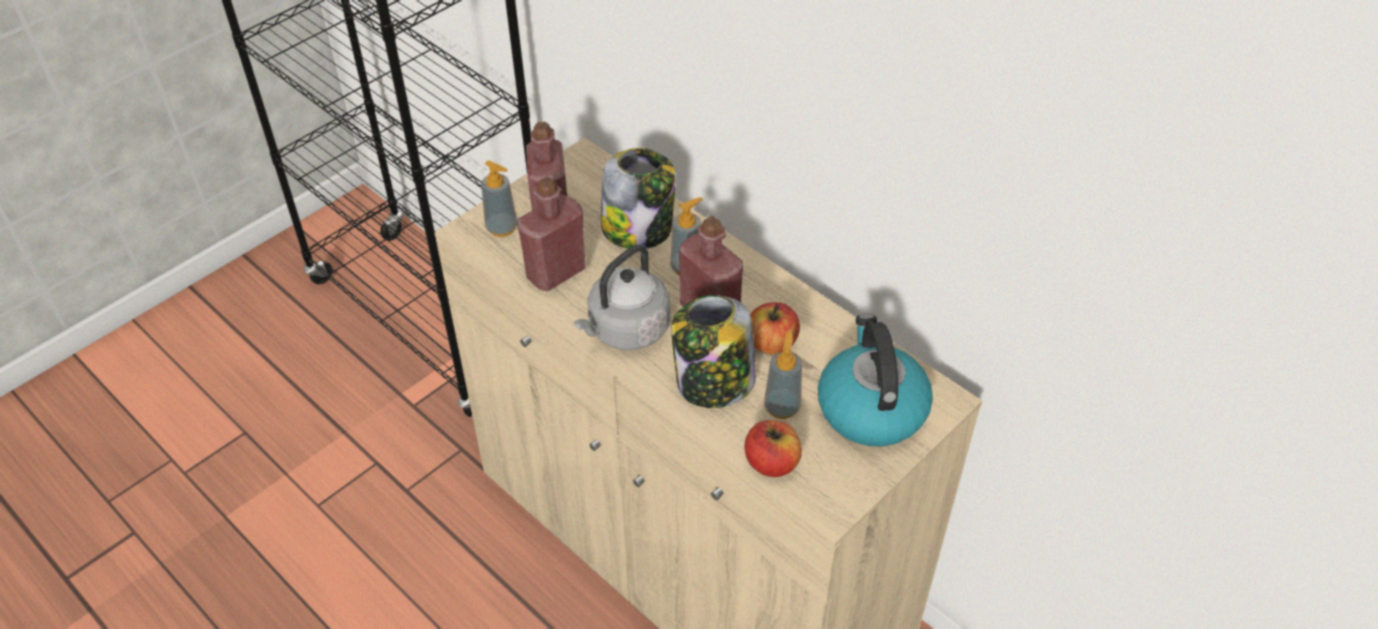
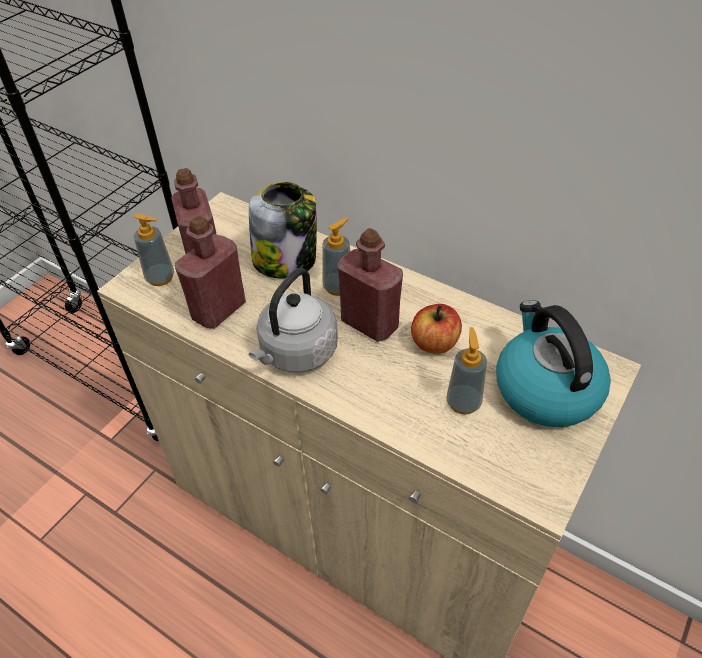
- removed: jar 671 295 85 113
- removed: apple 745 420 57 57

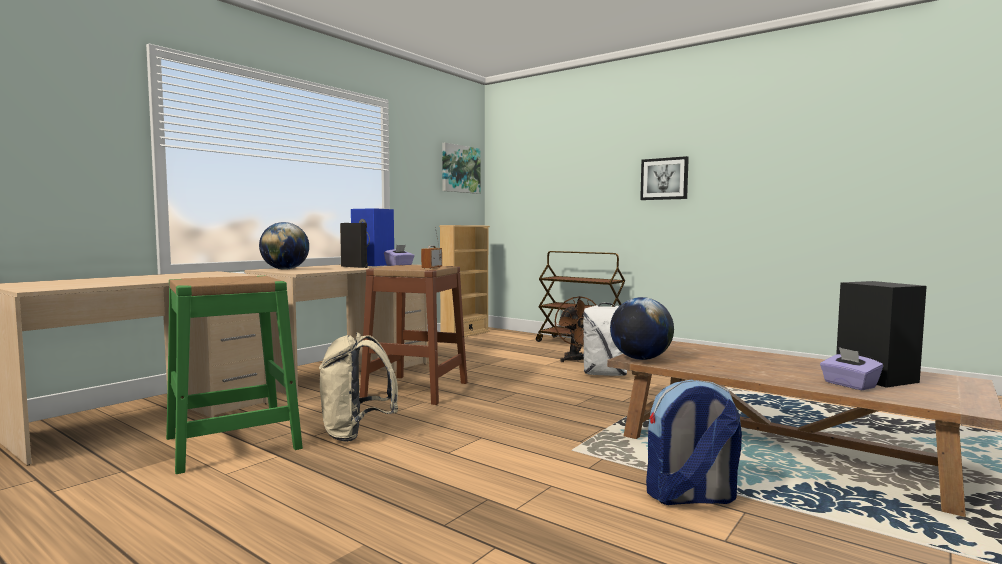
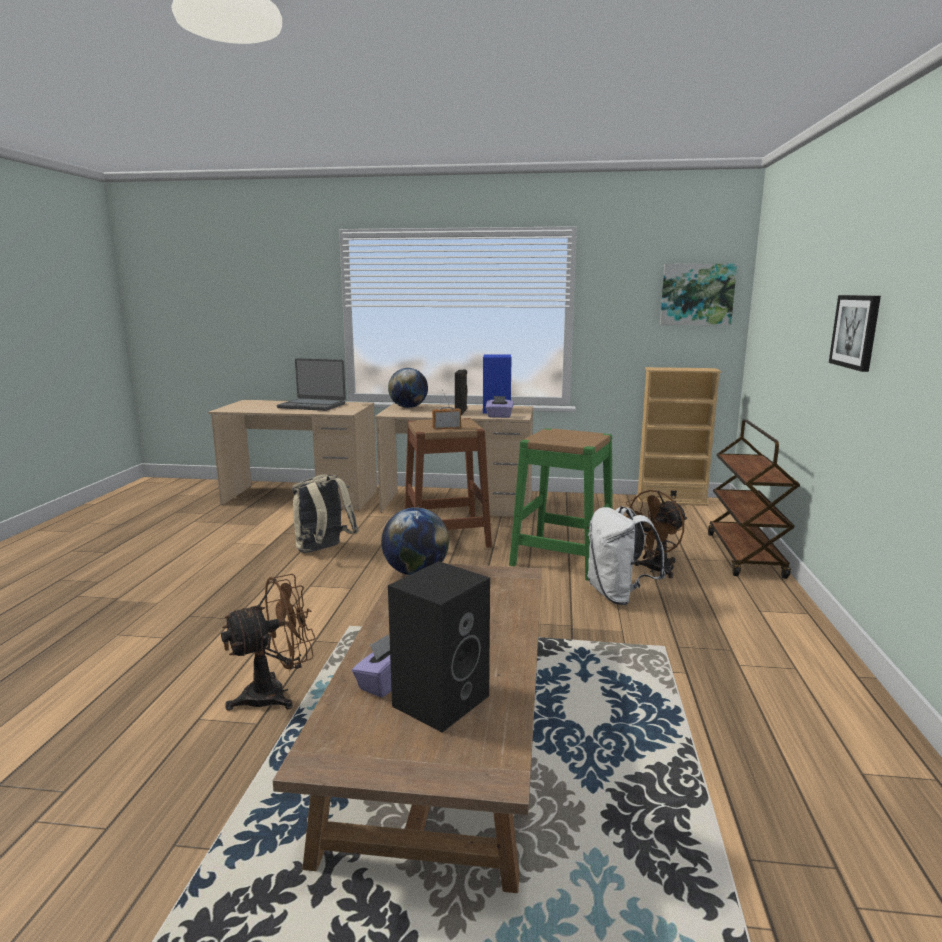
- moved: green stool 166 276 137 198 to 509 428 104 153
- replaced: backpack 646 380 96 125 to brown fan 221 574 94 137
- added: laptop 277 358 69 53

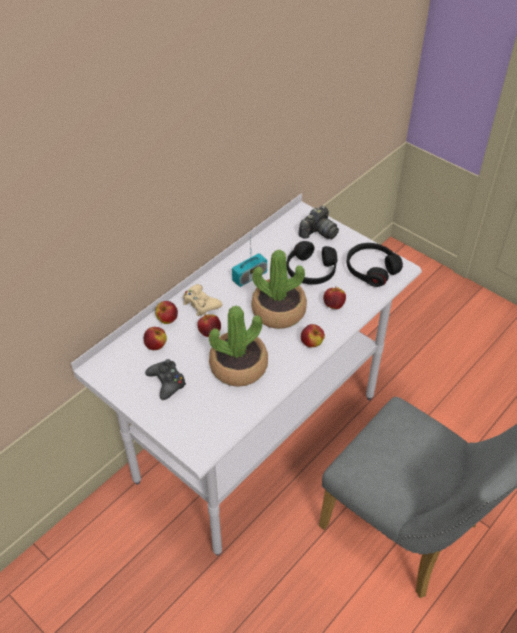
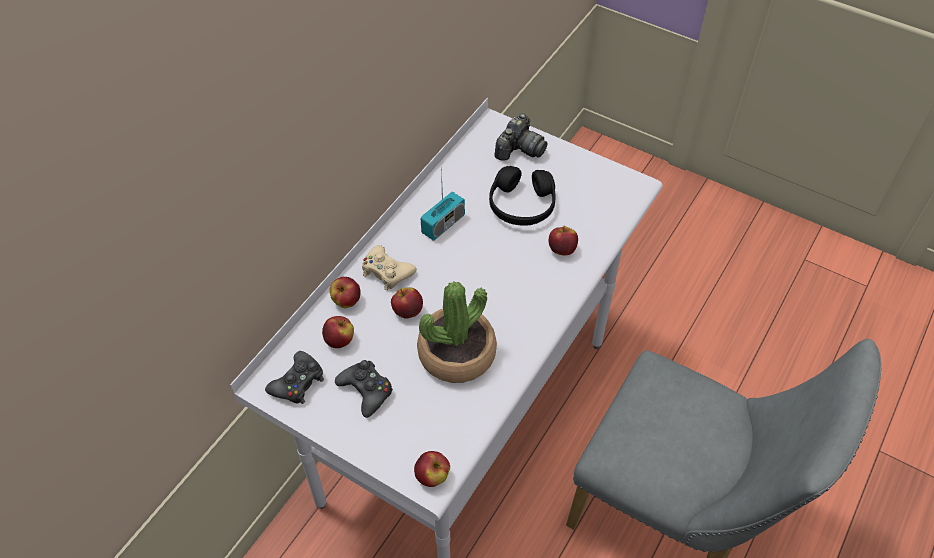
- removed: potted plant 251 250 56 79
- moved: apple 301 324 24 24 to 414 451 36 36
- removed: black headphones 347 243 56 44
- added: black game controller 265 351 59 53

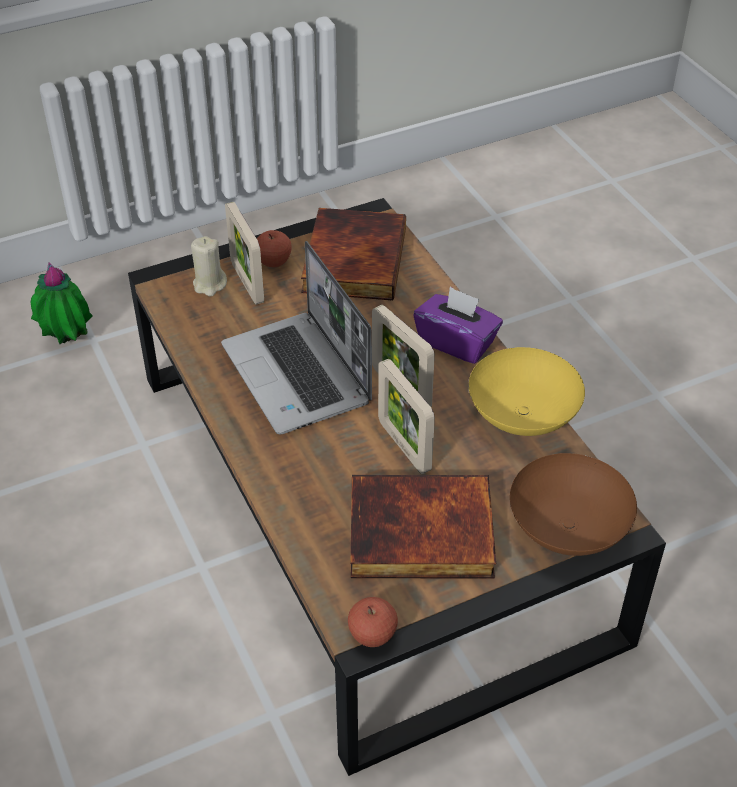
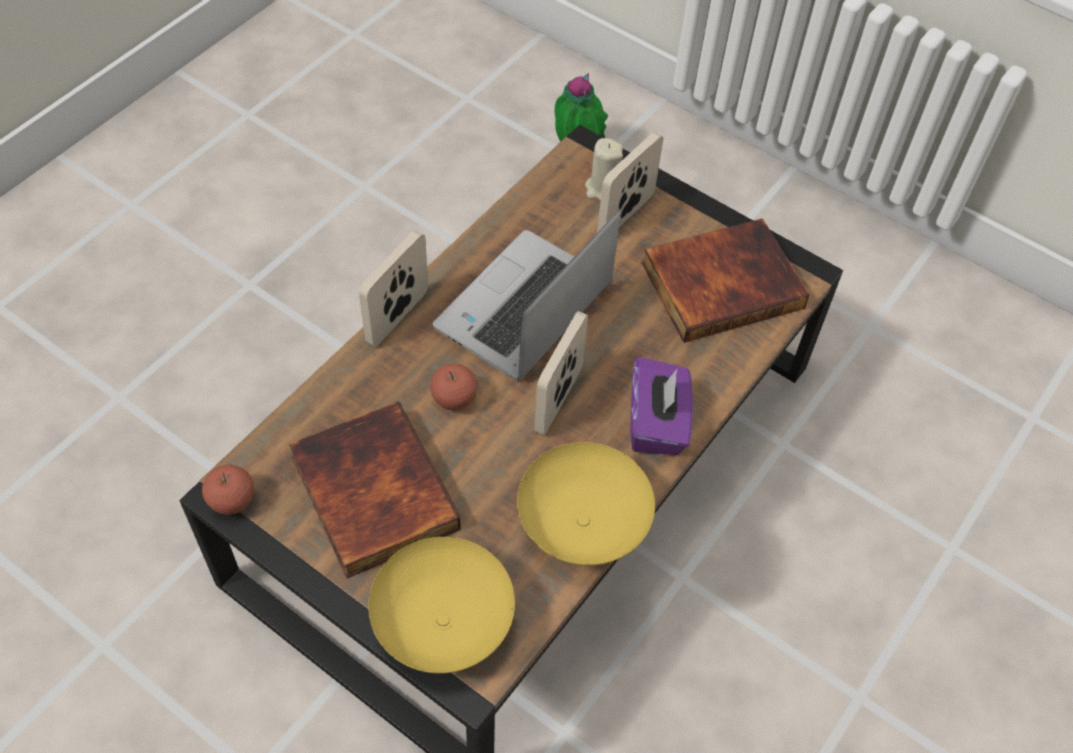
- moved: apple 257 230 35 37 to 430 364 48 47
- moved: picture frame 378 359 57 115 to 359 230 69 117
- recoloured: brown bowl 510 453 127 103 to yellow bowl 368 537 147 136

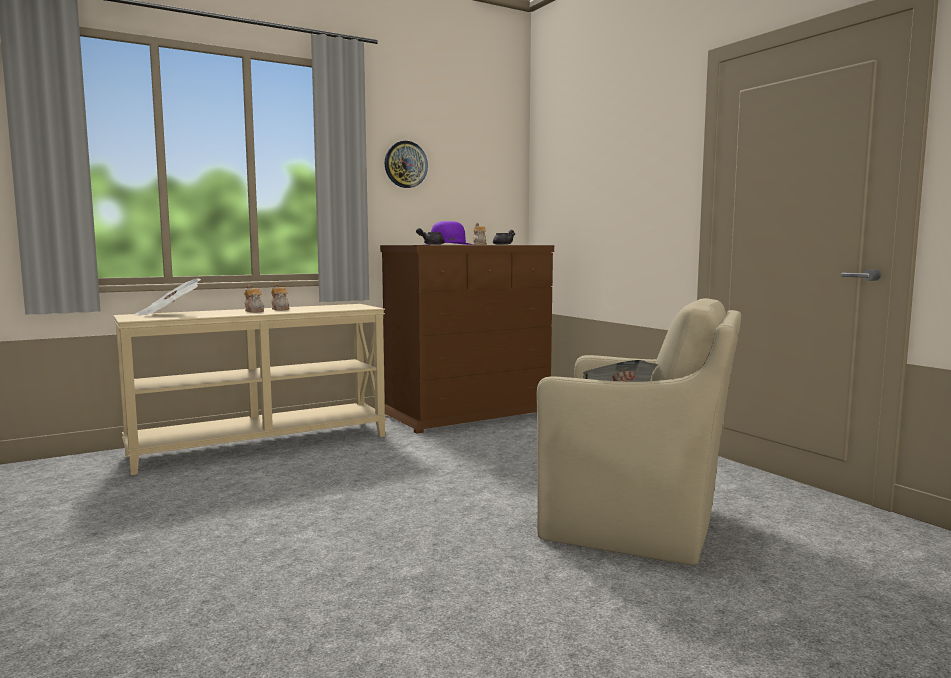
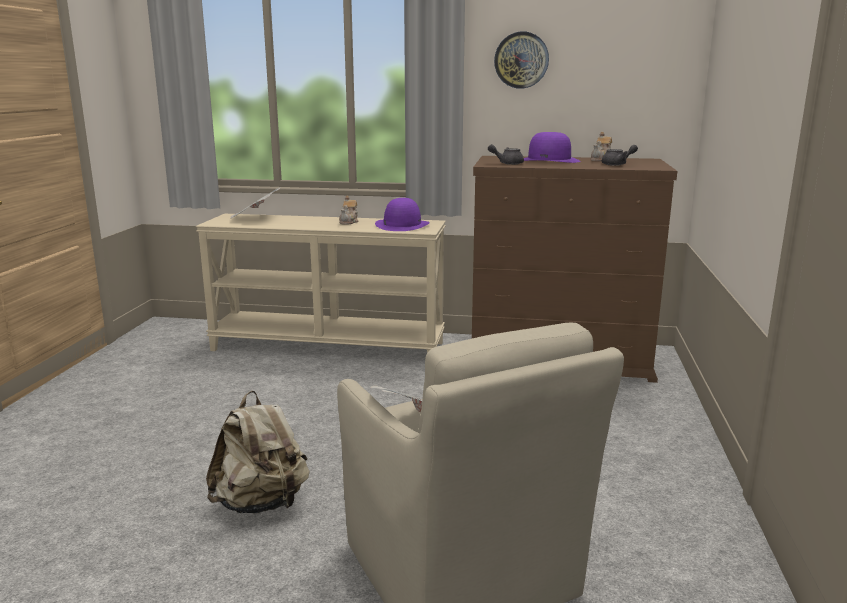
- removed: teapot 244 284 20 29
- added: beige backpack 206 391 104 122
- added: purple hat 375 198 55 33

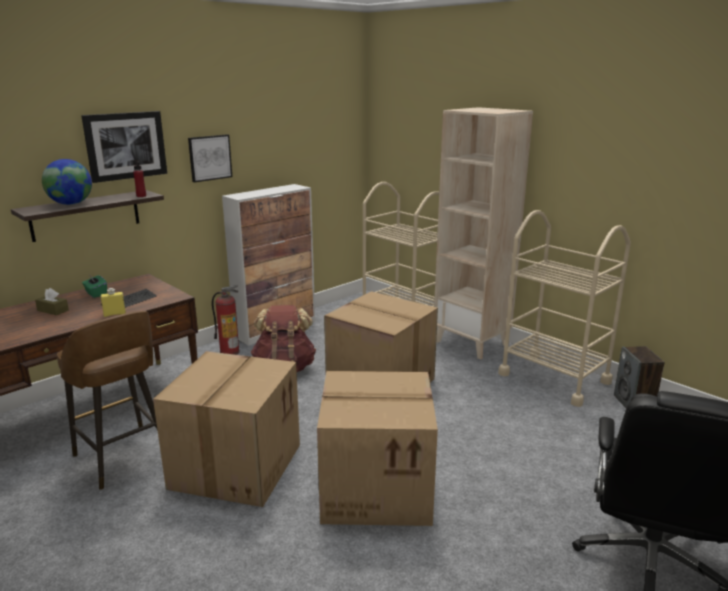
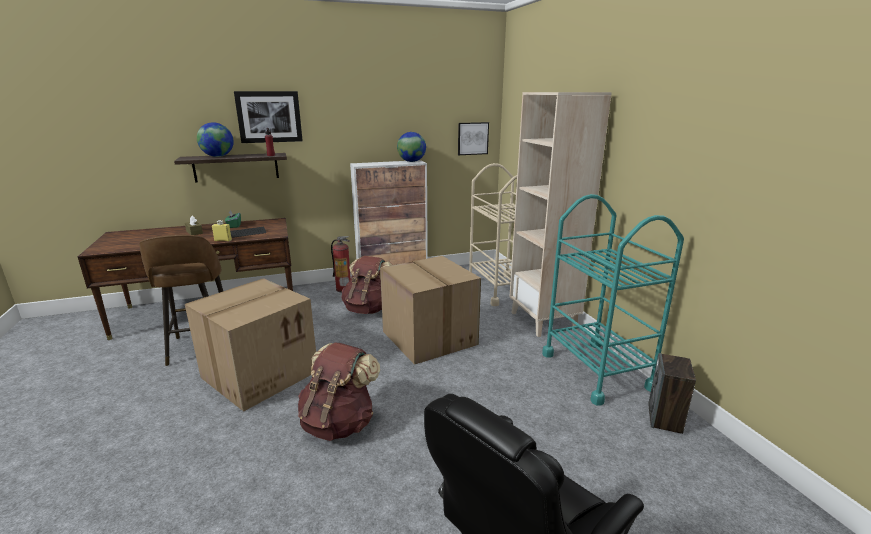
- moved: picture 188 134 44 48 to 458 122 31 33
- replaced: cardboard box 317 371 121 155 to brown backpack 298 343 82 98
- recoloured: beige cart 498 210 133 197 to turquoise cart 542 194 142 212
- added: globe 397 132 29 30

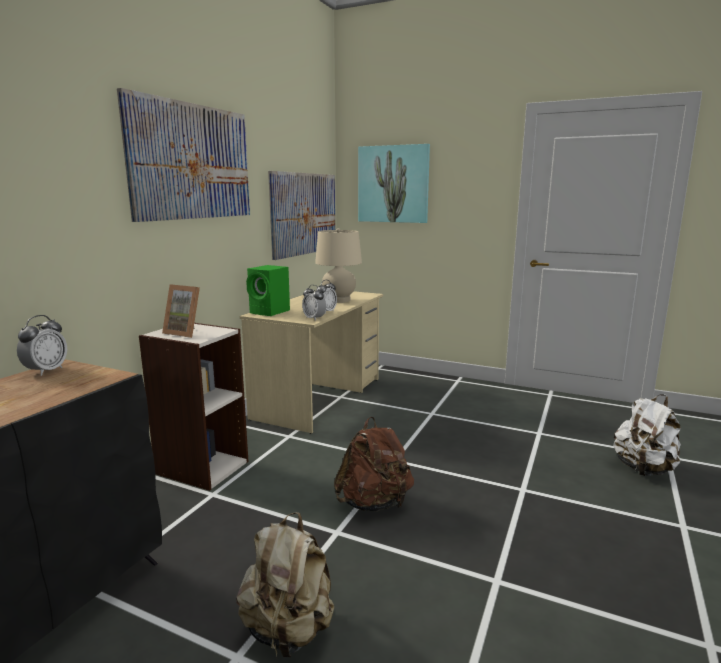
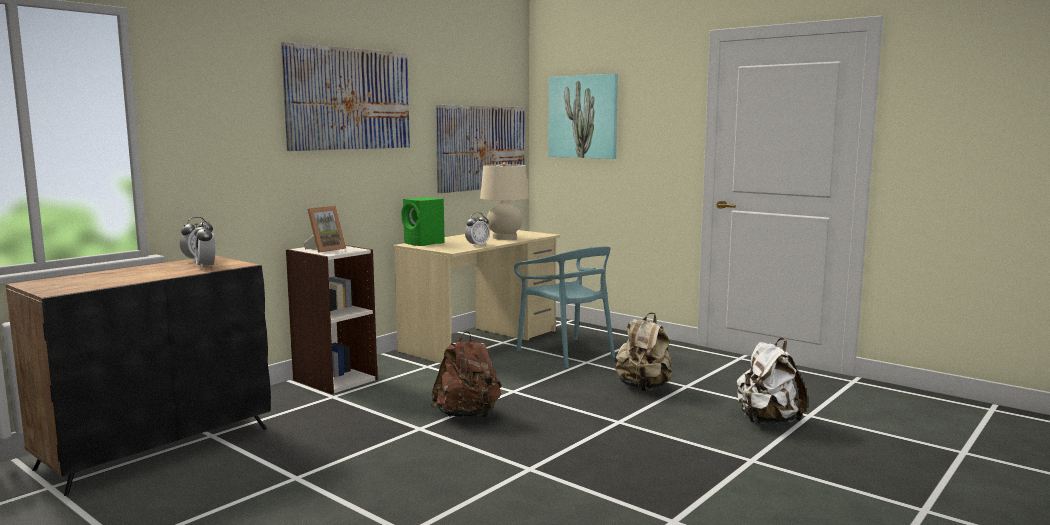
- turned: picture frame 162 284 38 54 = 304 206 42 47 90 degrees counterclockwise
- moved: beige backpack 236 512 98 145 to 615 312 58 79
- moved: alarm clock 302 285 24 36 to 194 221 21 48
- added: turquoise chair 514 246 101 122

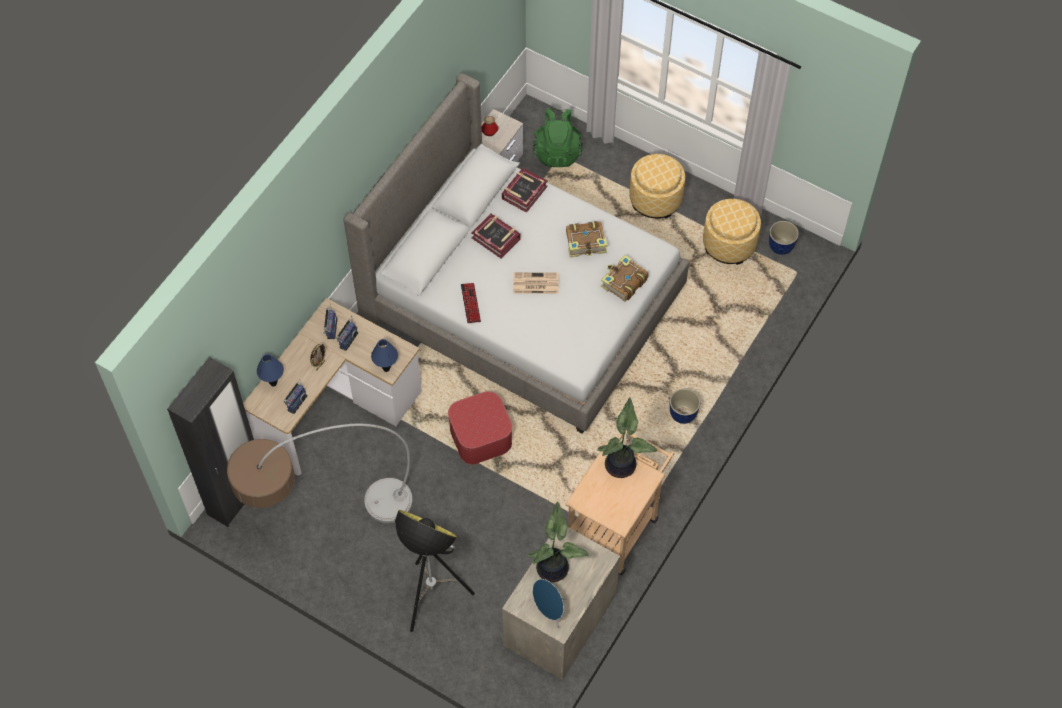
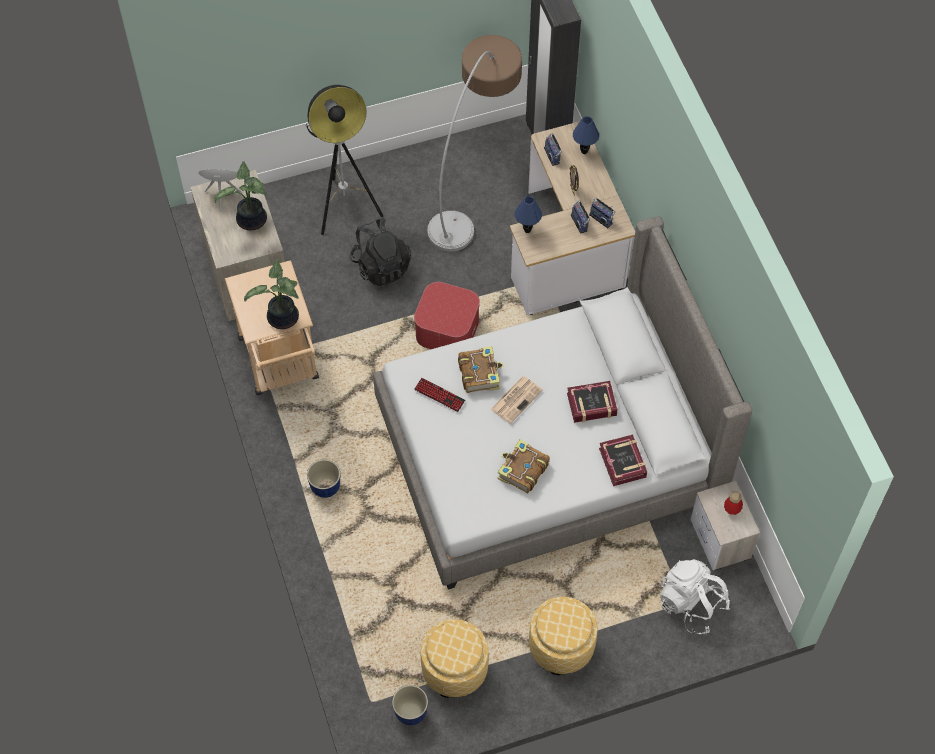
- moved: keyboard 461 283 20 40 to 414 378 51 34
- recoloured: green backpack 533 108 50 59 to white backpack 660 559 70 76
- moved: book 601 255 48 47 to 458 346 45 47
- added: black backpack 350 219 61 67

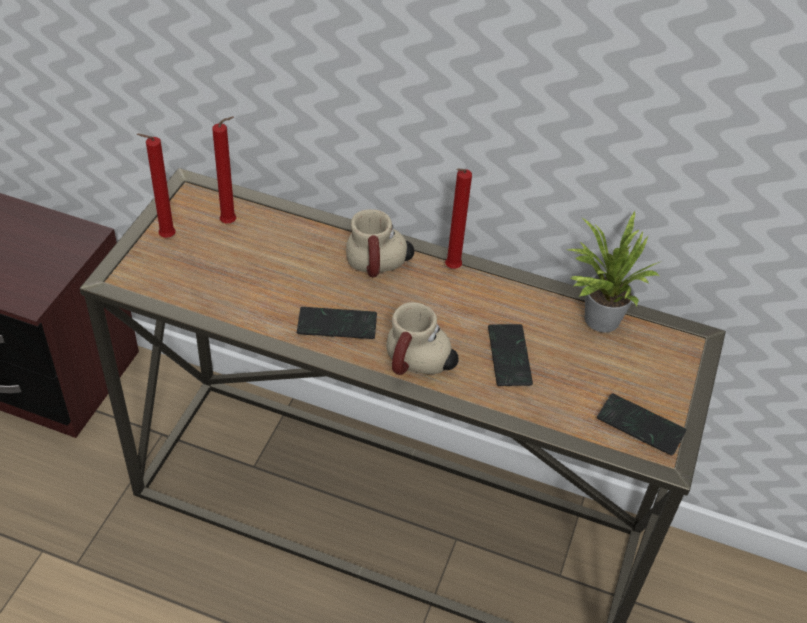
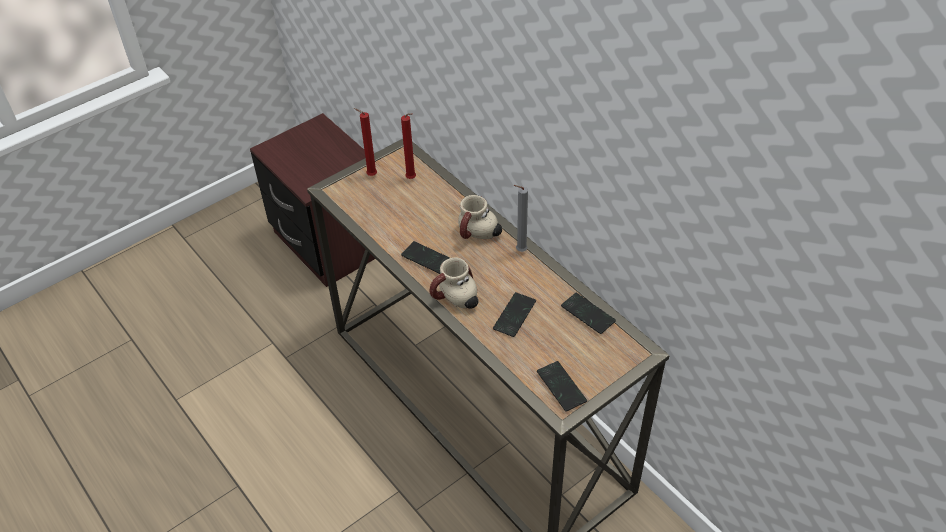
- recoloured: red candle 445 168 27 101 to grey candle 514 185 14 67
- replaced: potted plant 568 211 94 122 to phone 561 293 55 41

